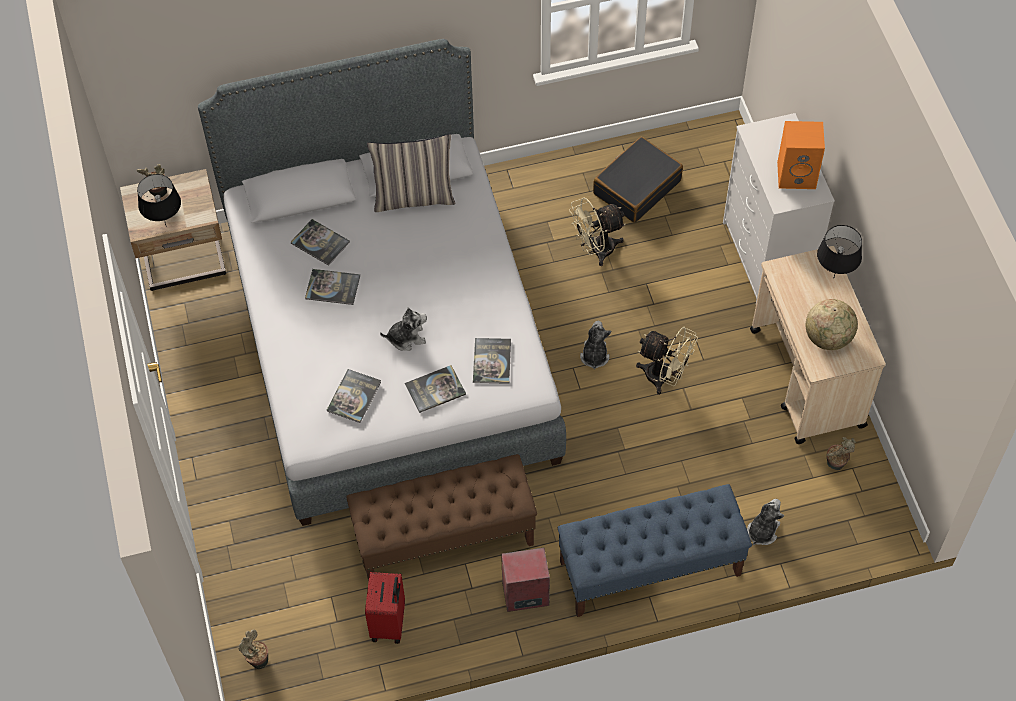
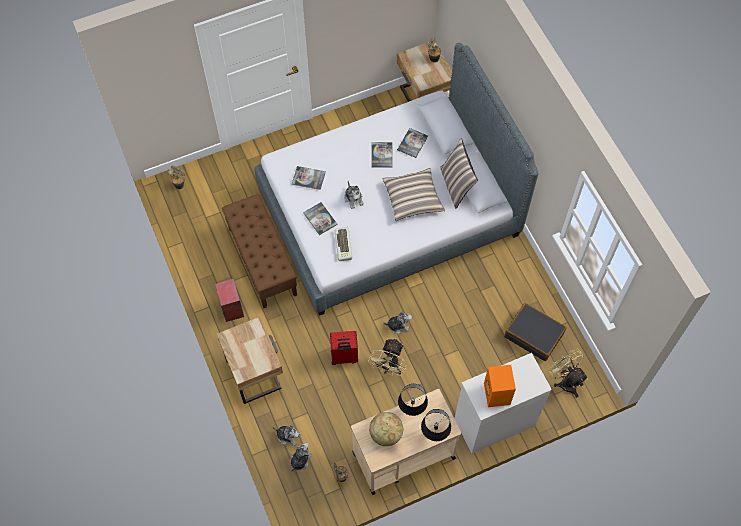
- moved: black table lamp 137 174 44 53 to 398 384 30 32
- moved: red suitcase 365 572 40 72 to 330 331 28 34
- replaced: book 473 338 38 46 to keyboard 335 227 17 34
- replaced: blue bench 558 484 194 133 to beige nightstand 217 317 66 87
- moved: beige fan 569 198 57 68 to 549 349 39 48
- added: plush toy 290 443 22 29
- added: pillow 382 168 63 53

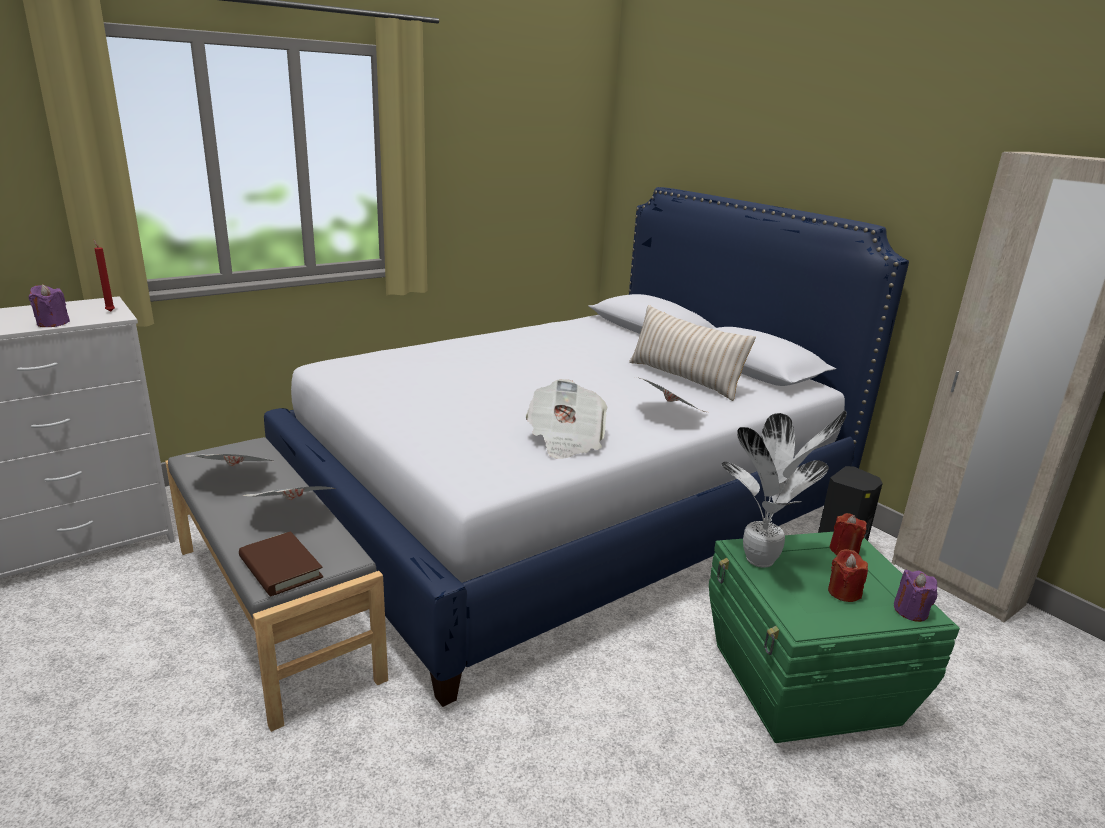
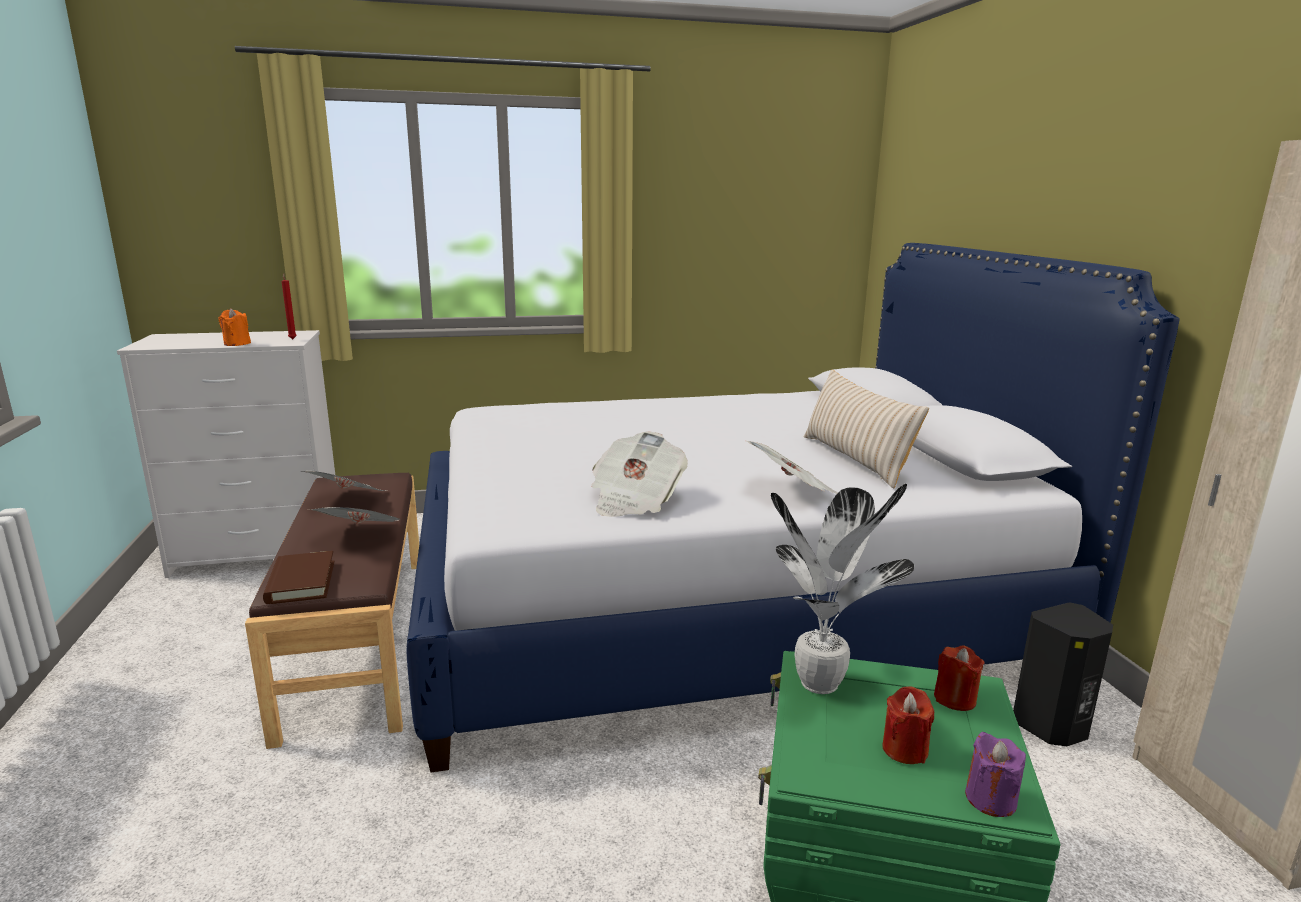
- recoloured: purple candle 29 284 41 43 to orange candle 218 308 33 38
- recoloured: grey bench 165 437 223 295 to brown bench 245 473 174 276

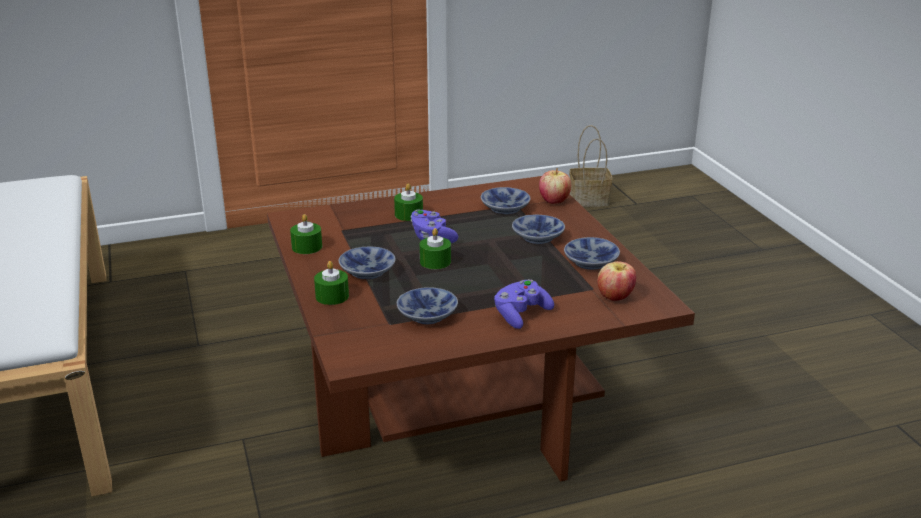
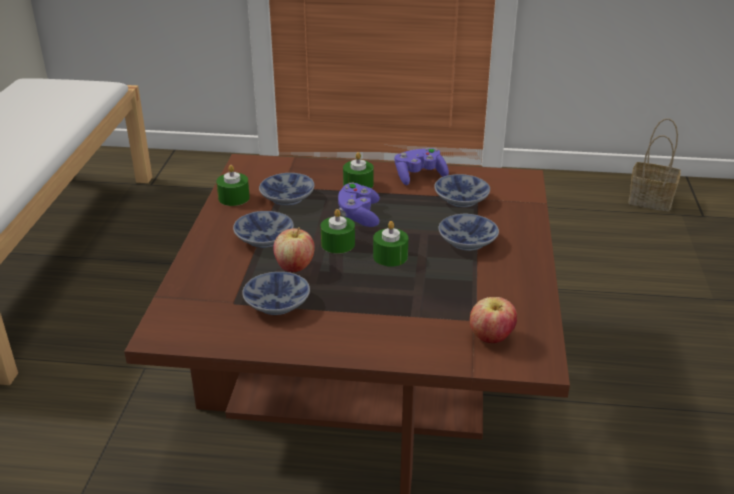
- moved: green candle 314 261 35 44 to 373 221 35 46
- moved: purple game controller 494 279 60 50 to 395 148 54 37
- moved: apple 539 168 32 36 to 273 227 42 45
- moved: bowl 564 237 56 33 to 259 173 55 32

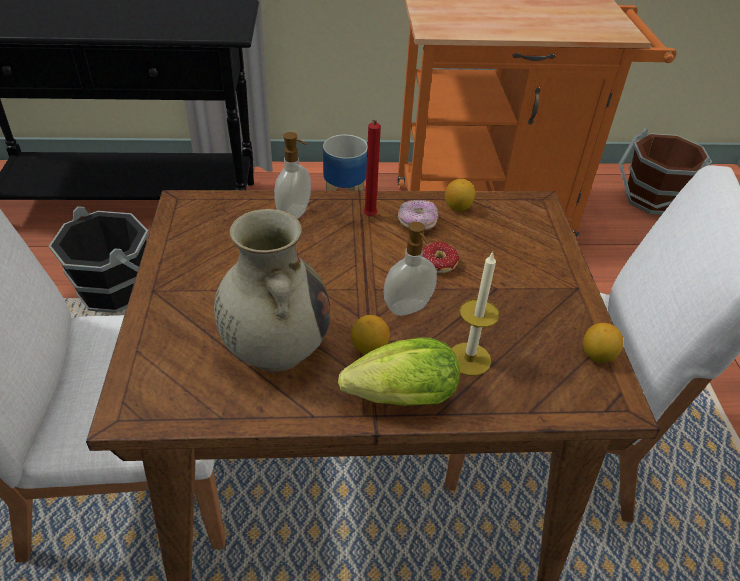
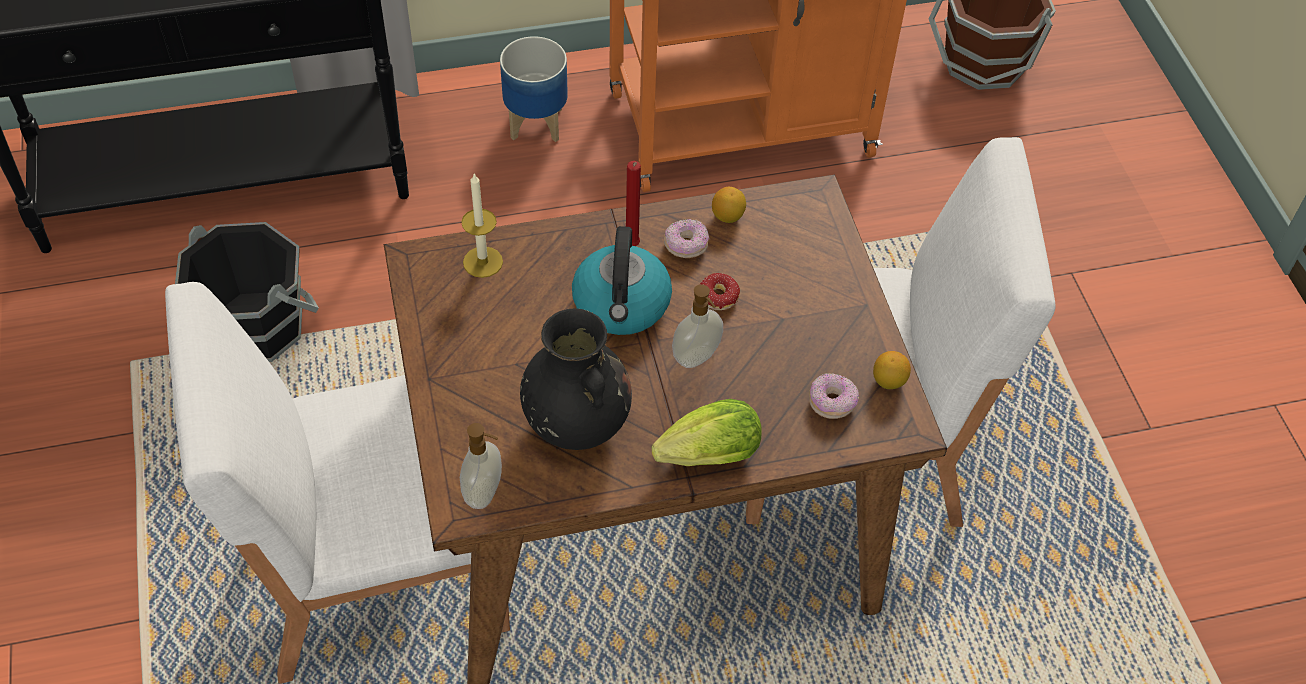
- recoloured: beige vase 214 209 116 163 to black vase 520 308 112 142
- moved: soap dispenser 274 132 37 87 to 460 423 42 86
- removed: lemon 351 315 39 39
- moved: candle 452 252 47 124 to 461 173 42 105
- added: kettle 572 226 100 109
- added: donut 809 373 50 46

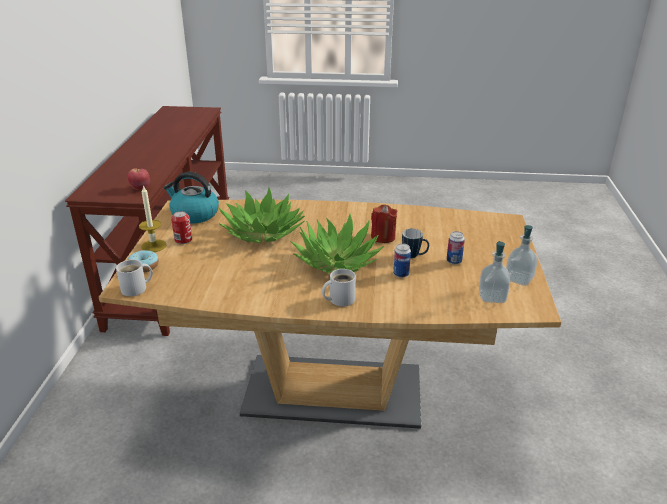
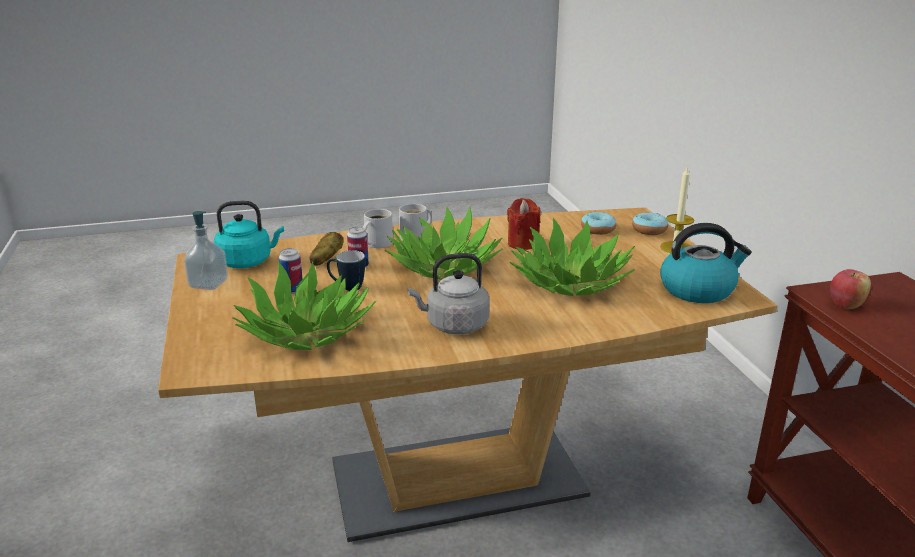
- moved: white mug 116 260 37 36 to 363 209 30 39
- removed: can 171 211 21 33
- moved: red candle 371 204 27 39 to 507 198 34 52
- replaced: soap dispenser 479 241 31 62 to turquoise kettle 214 201 70 67
- added: potted plant 232 261 144 89
- added: potato 310 232 33 34
- added: grey kettle 408 253 82 81
- added: donut 581 211 35 24

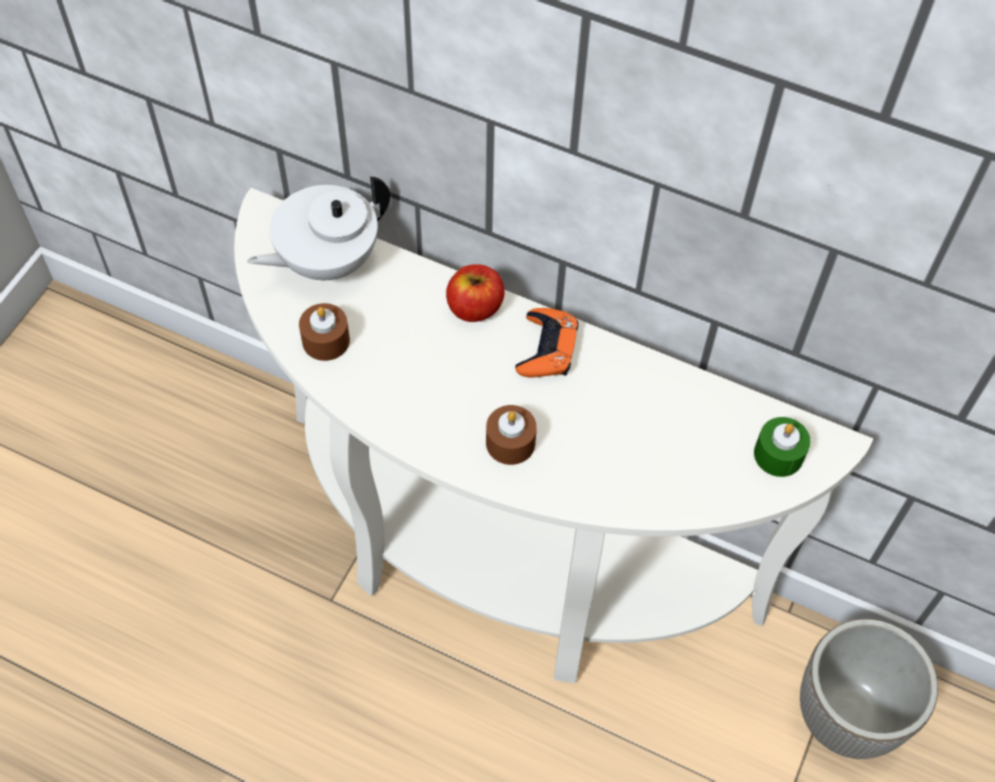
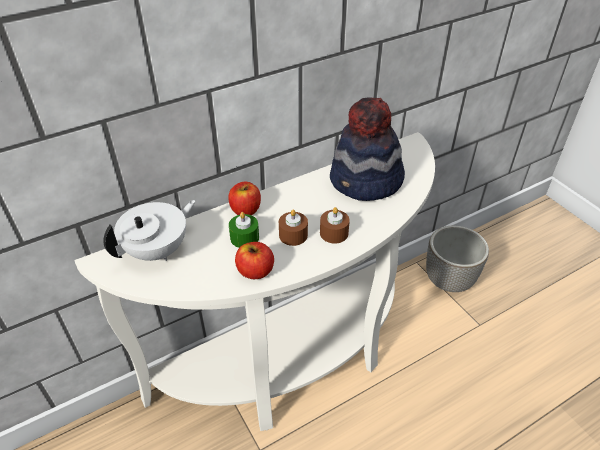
- turned: white teapot 248 176 142 104 = 103 200 93 61 135 degrees counterclockwise
- moved: brown candle 299 303 51 58 to 279 209 29 37
- removed: orange game controller 515 308 64 69
- moved: green candle 754 417 57 60 to 229 212 30 36
- added: apple 235 242 39 37
- added: hat 330 97 75 104

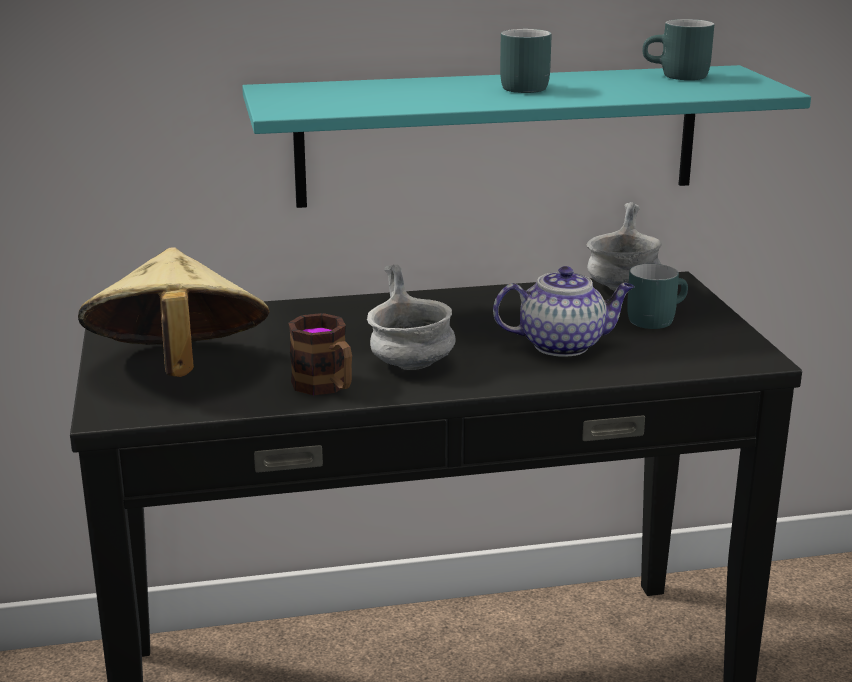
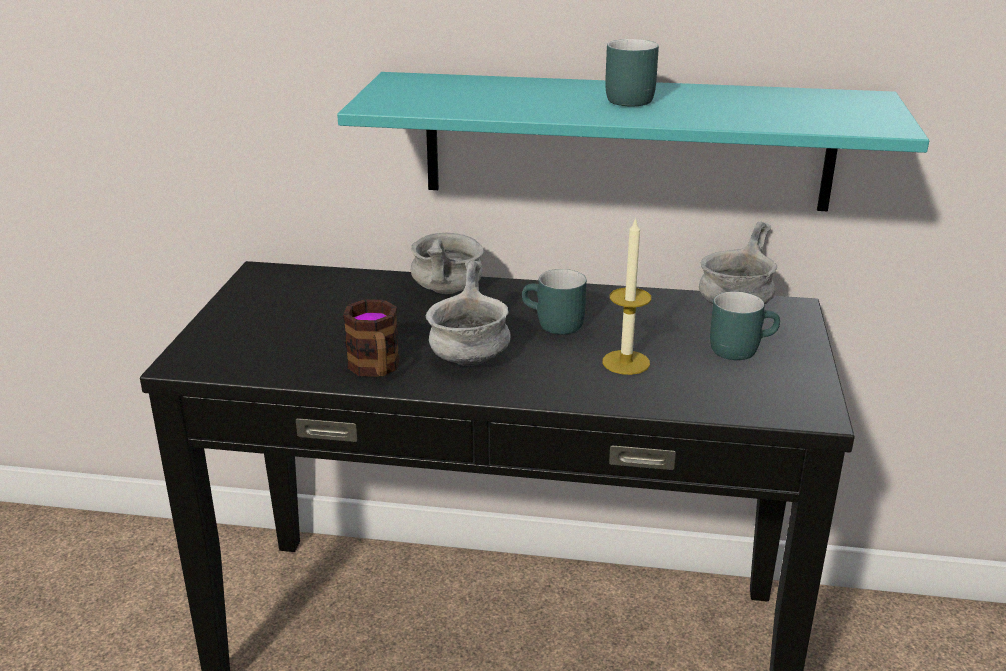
- removed: beige hat 78 247 192 130
- replaced: teapot 493 266 142 91 to candle 603 217 48 158
- moved: turquoise mug 642 19 72 61 to 522 269 65 66
- added: grey bowl 410 233 74 61

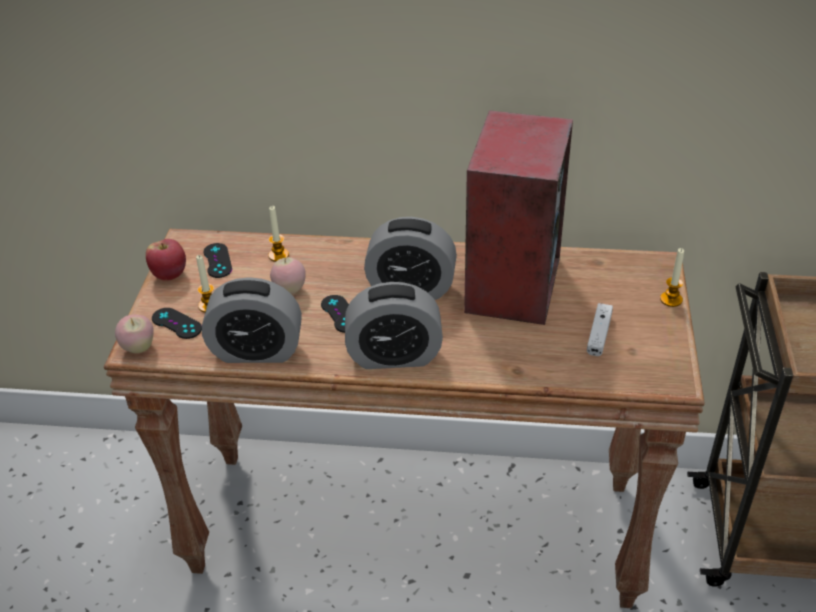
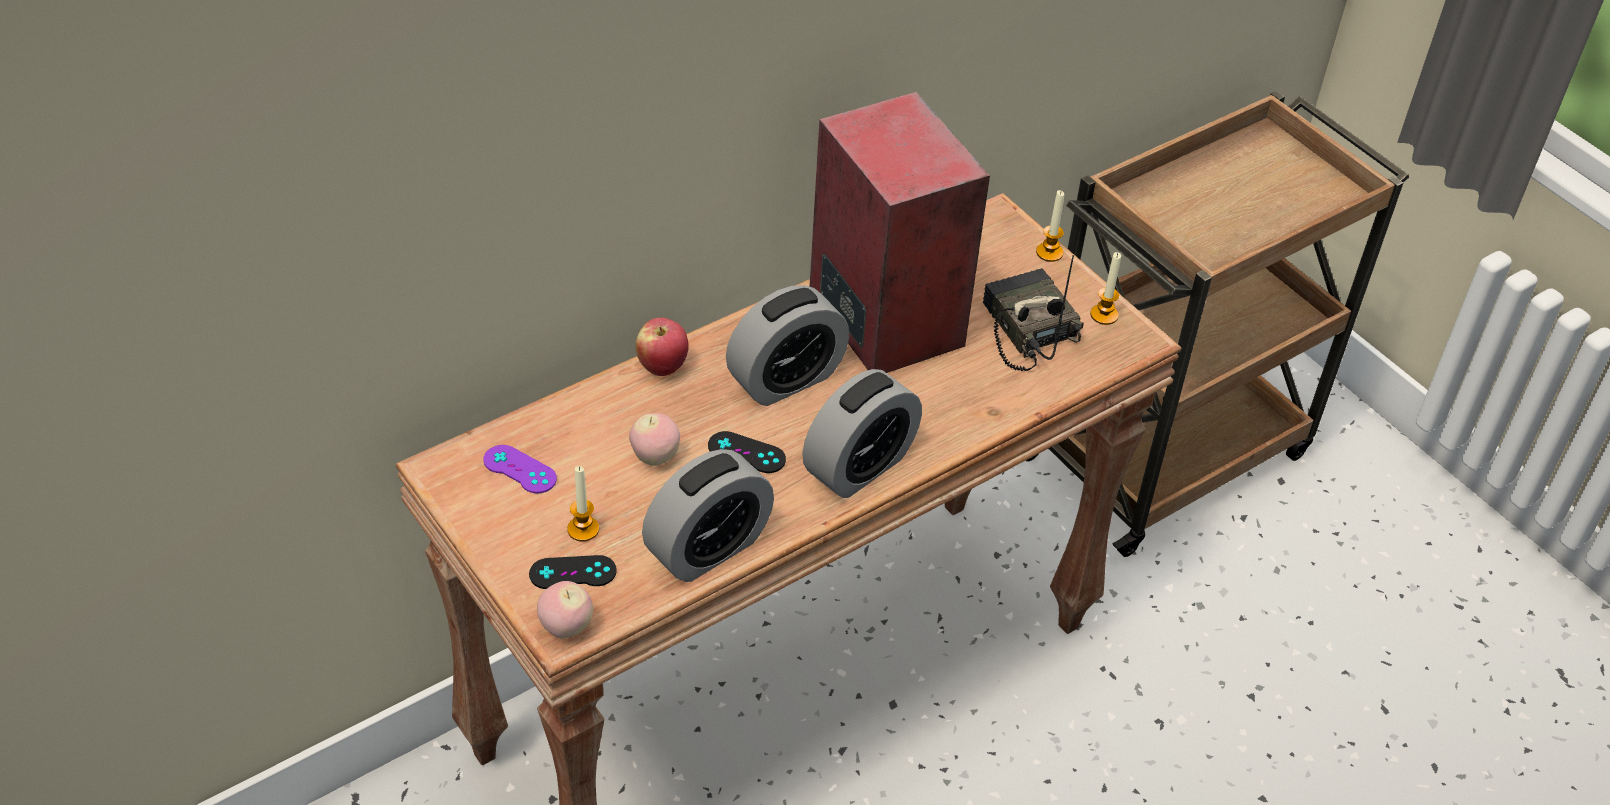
- moved: apple 146 239 40 42 to 636 317 53 59
- recoloured: black game controller 204 243 28 35 to purple game controller 483 445 74 49
- moved: candle 268 206 21 56 to 1090 252 31 73
- replaced: white game controller 587 303 26 53 to radio 983 255 101 116

